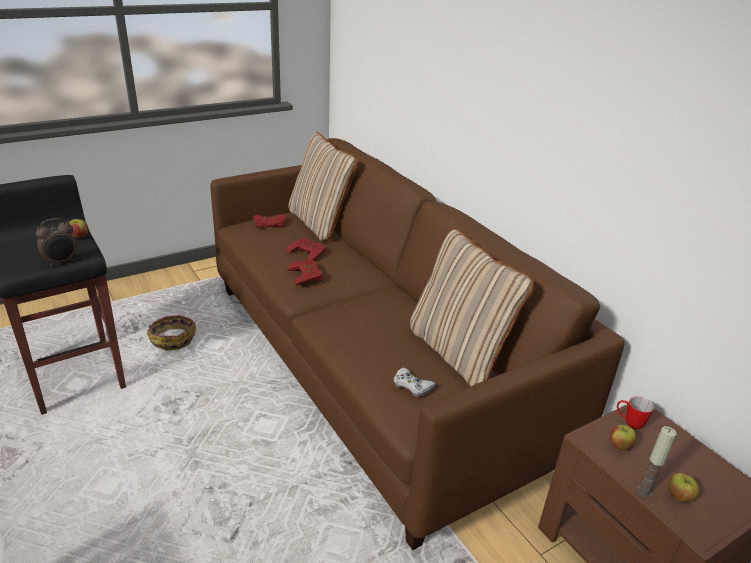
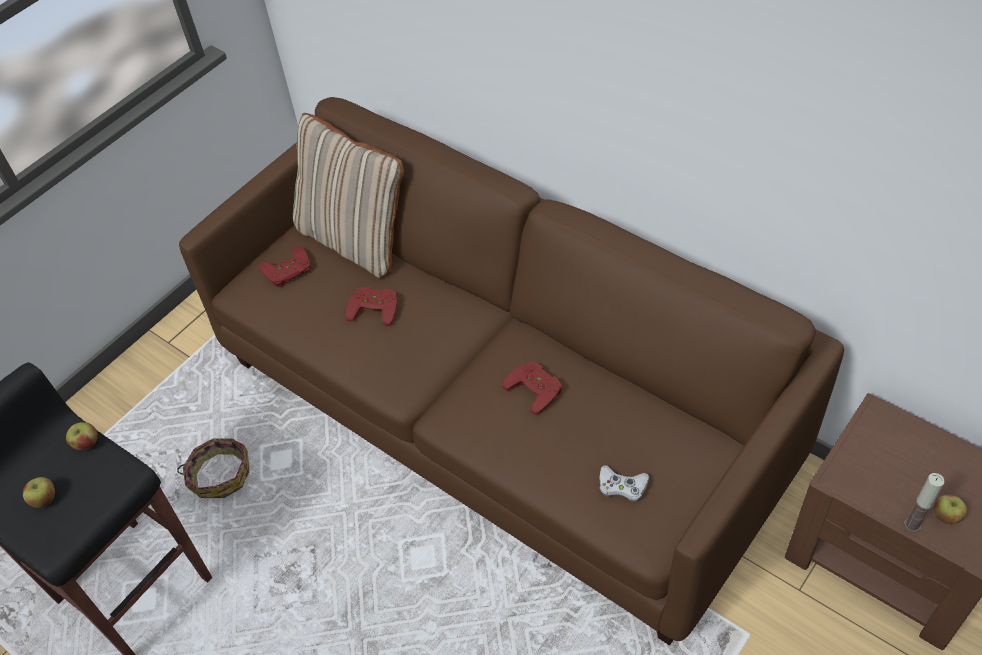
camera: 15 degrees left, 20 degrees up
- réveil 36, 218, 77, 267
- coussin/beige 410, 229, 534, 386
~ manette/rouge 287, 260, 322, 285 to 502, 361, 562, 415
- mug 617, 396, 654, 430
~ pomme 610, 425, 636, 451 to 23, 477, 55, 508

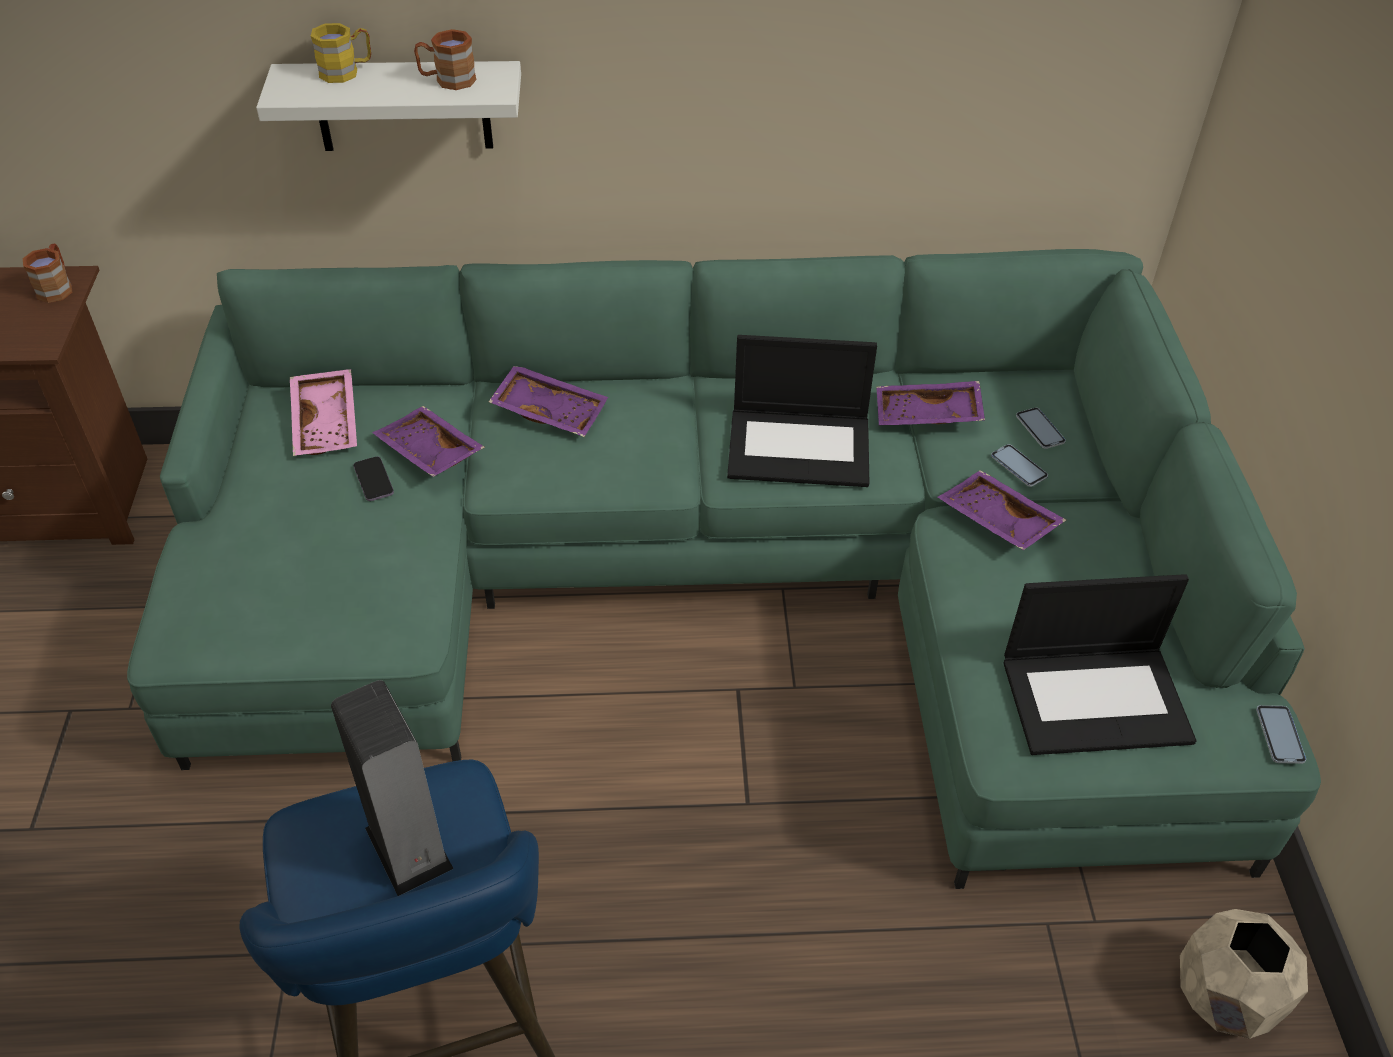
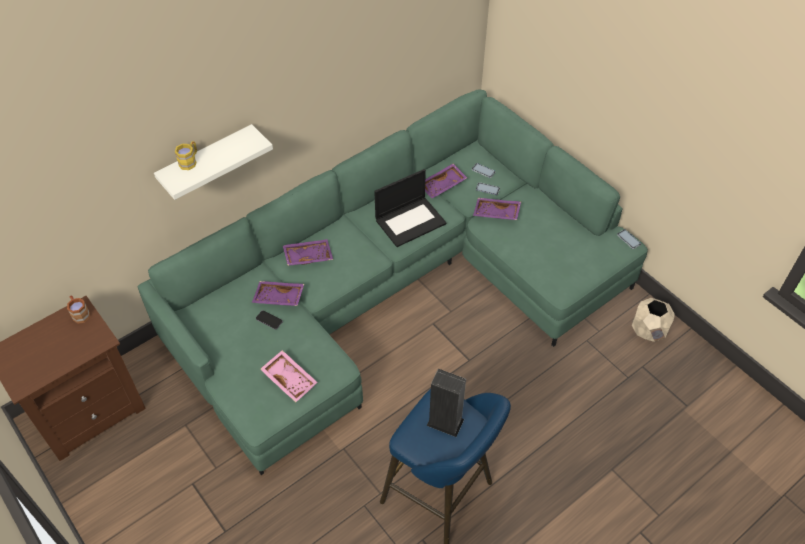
camera: 35 degrees left, 5 degrees up
- mug/marron 414, 29, 477, 90
~ plateau/rose 290, 369, 357, 456 to 260, 350, 318, 402
- ordinateur portable 1003, 574, 1196, 755

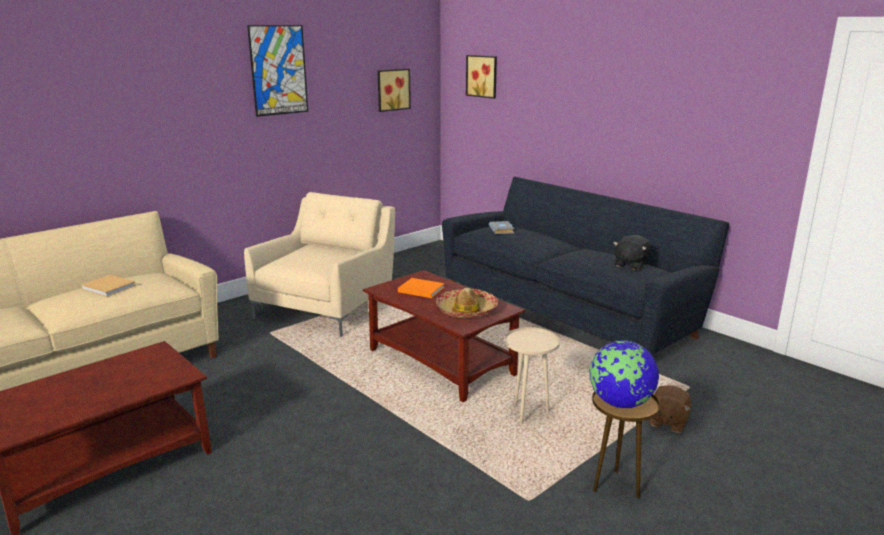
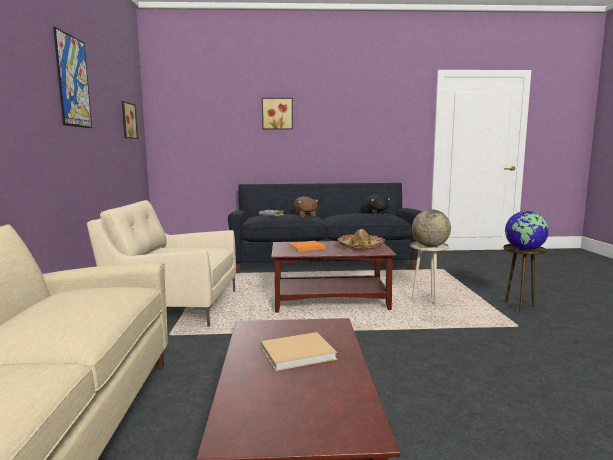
camera: 50 degrees left, 10 degrees down
~ tableau 466, 55, 497, 99 to 262, 98, 293, 129
~ fauteuil/beige 244, 192, 395, 337 = 87, 200, 236, 327 60 degrees counterclockwise
~ livre/beige 81, 275, 136, 297 to 261, 332, 337, 371
~ peluche/marron 649, 385, 691, 433 to 294, 196, 318, 217
+ globe 412, 209, 451, 247

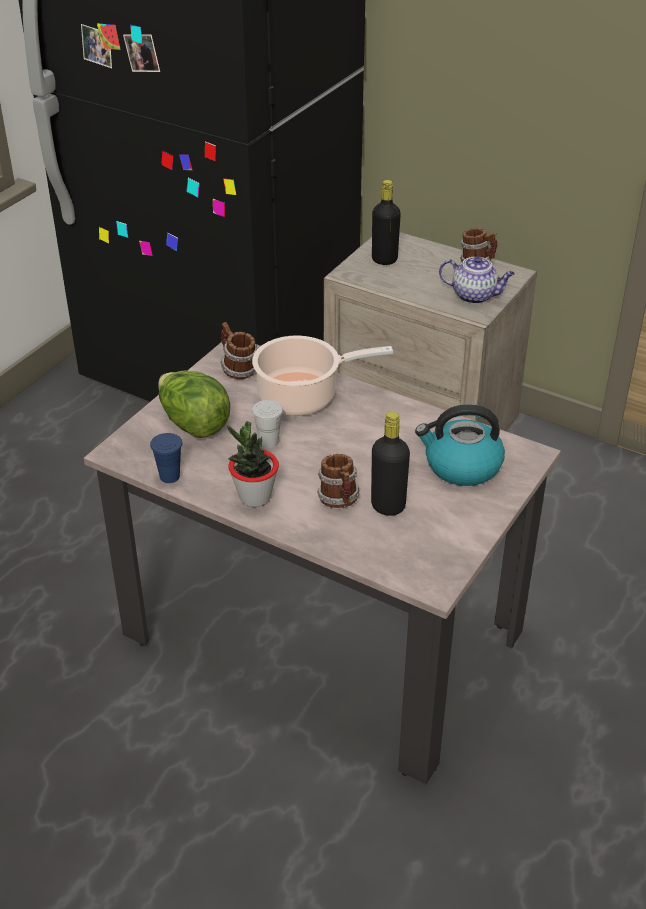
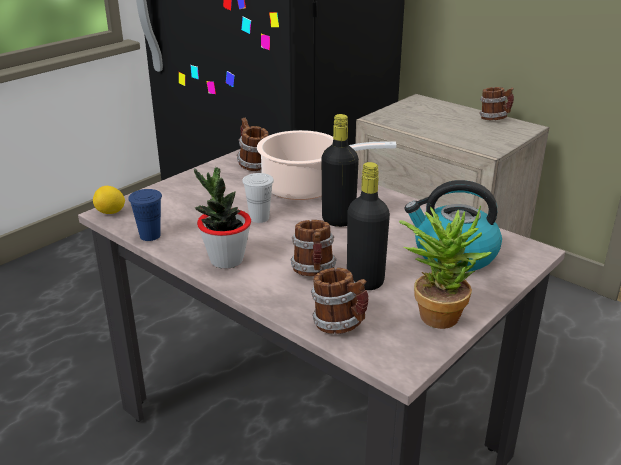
camera: 10 degrees right, 10 degrees down
~ bouteille/noir 372, 180, 401, 265 to 322, 114, 359, 227
- théière 439, 256, 515, 304
- laitue 158, 371, 230, 438
+ citron 93, 186, 125, 214
+ plante en pot 399, 206, 491, 329
+ mug 311, 268, 368, 334

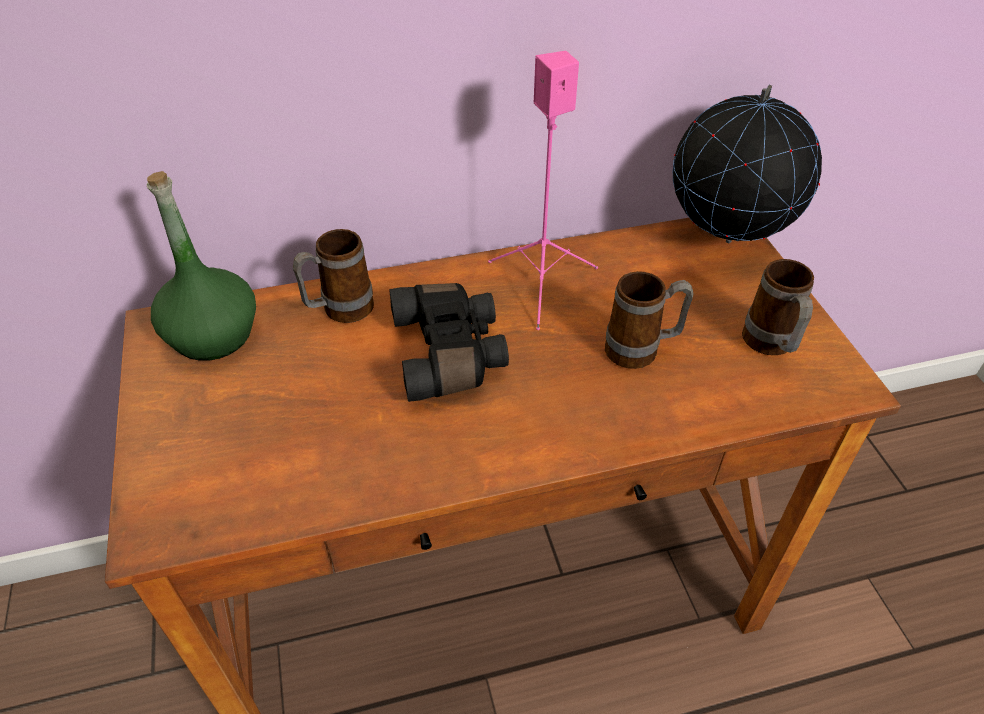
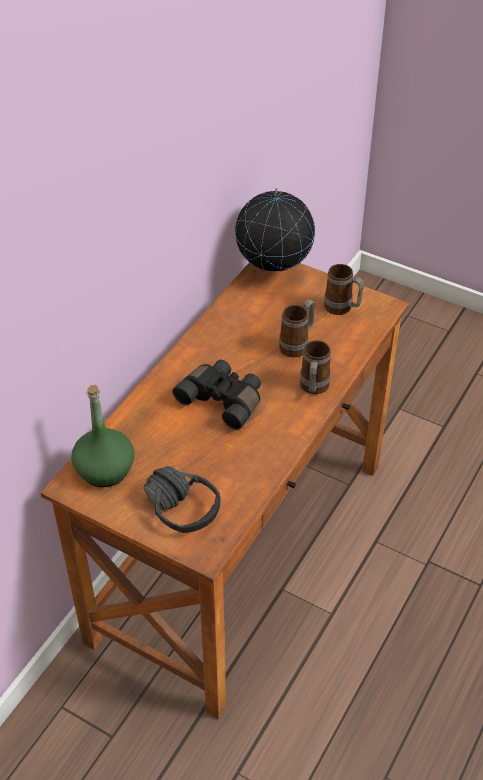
camera: 45 degrees left, 0 degrees up
- enceinte/rose 488, 51, 598, 330
~ mug 293, 229, 374, 323 to 300, 340, 331, 394
+ casque audio/noir 144, 466, 221, 533

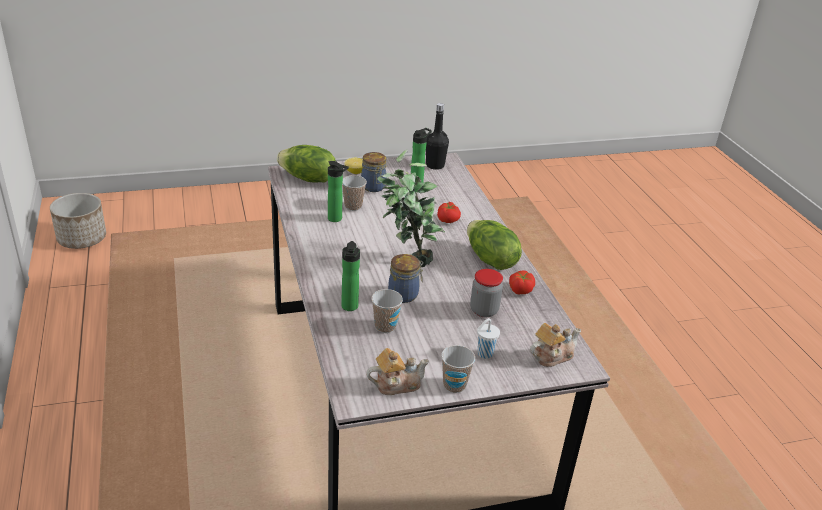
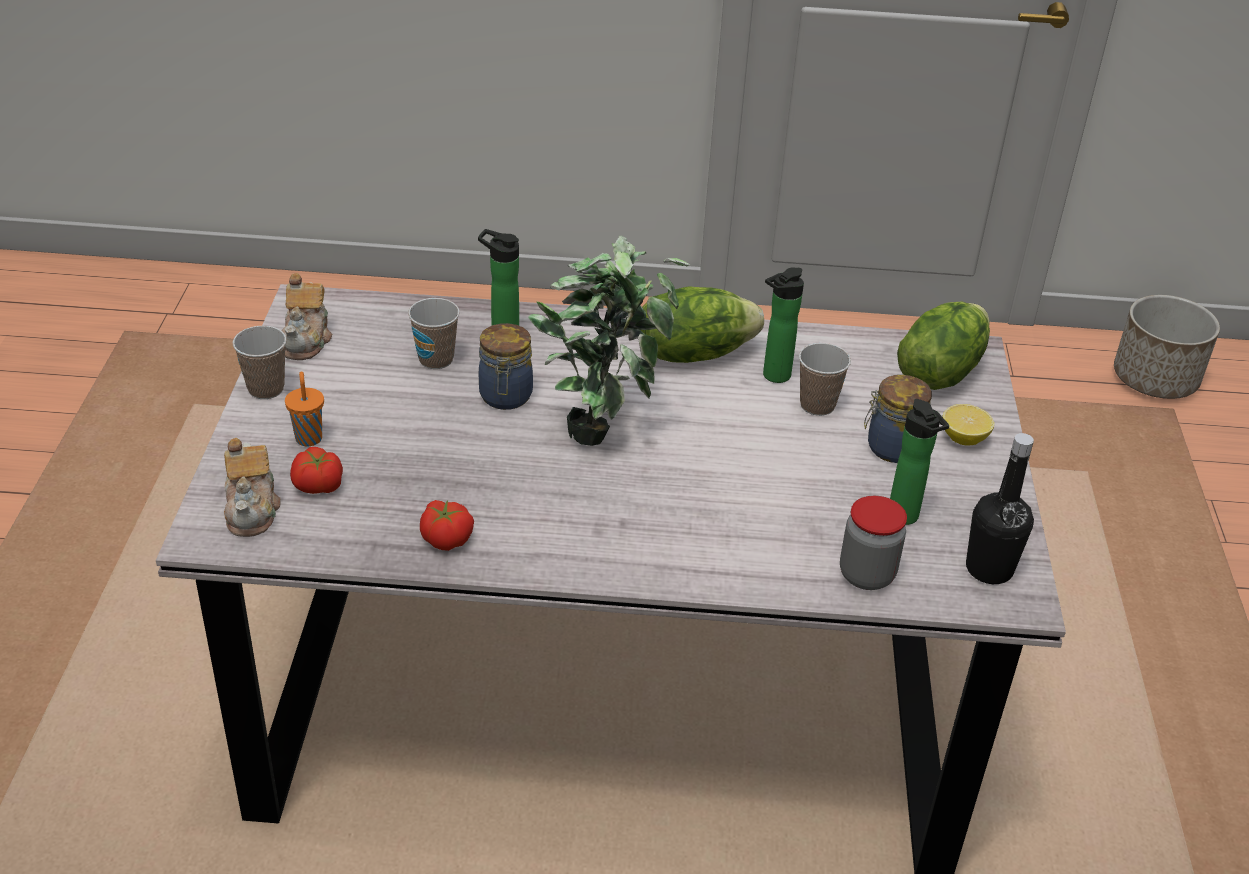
camera: 110 degrees right, 5 degrees up
~ tomate 437, 202, 461, 223 to 290, 447, 343, 494
~ laitue 467, 220, 522, 270 to 641, 287, 764, 363
~ bocal 470, 269, 503, 317 to 840, 496, 907, 590
~ tasse/blanc 477, 318, 500, 359 to tasse/orange 285, 372, 324, 446

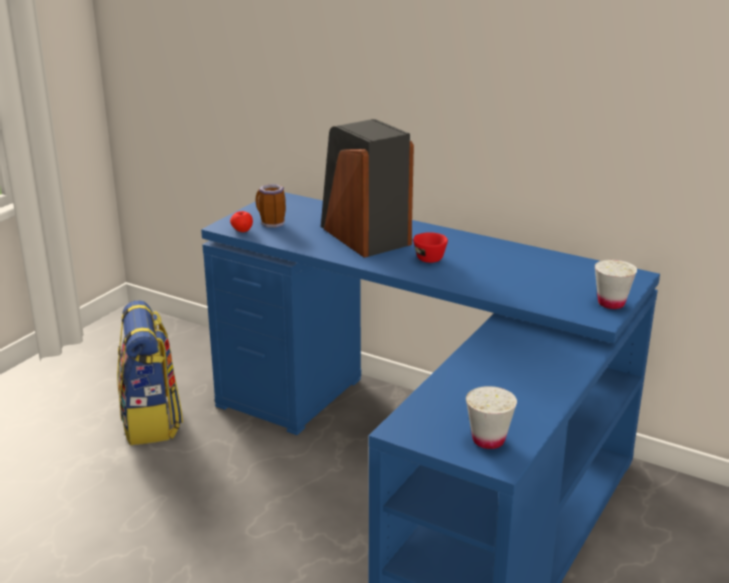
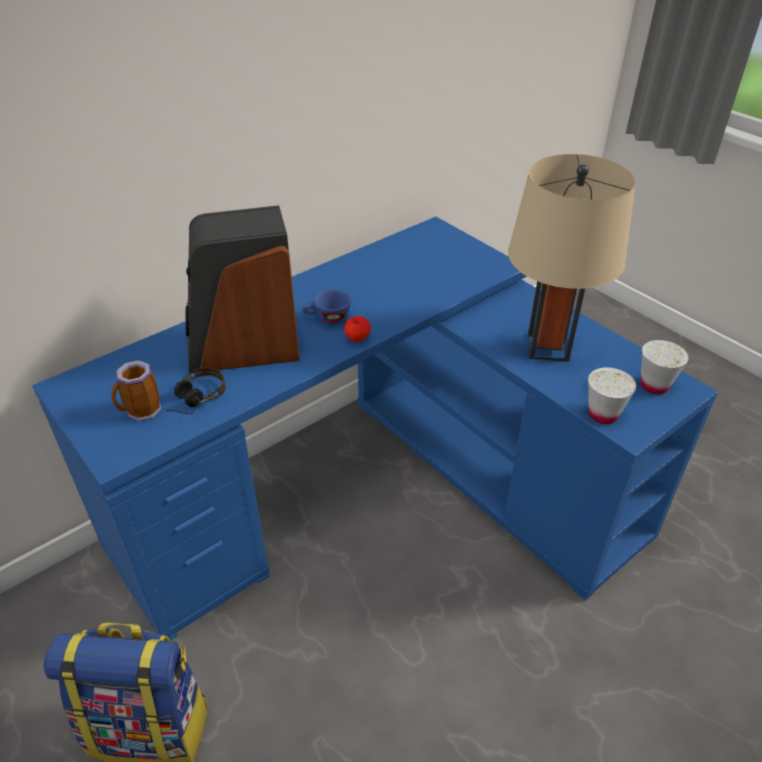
camera: 70 degrees left, 15 degrees up
~ pomme 230, 211, 253, 232 to 344, 316, 371, 342
~ tasse/rouge 413, 232, 448, 263 to tasse/bleu 302, 289, 351, 325
~ tasse/blanc 595, 259, 637, 309 to 588, 367, 636, 424
+ lampe de table/beige 508, 154, 636, 362
+ casque audio 166, 367, 226, 414

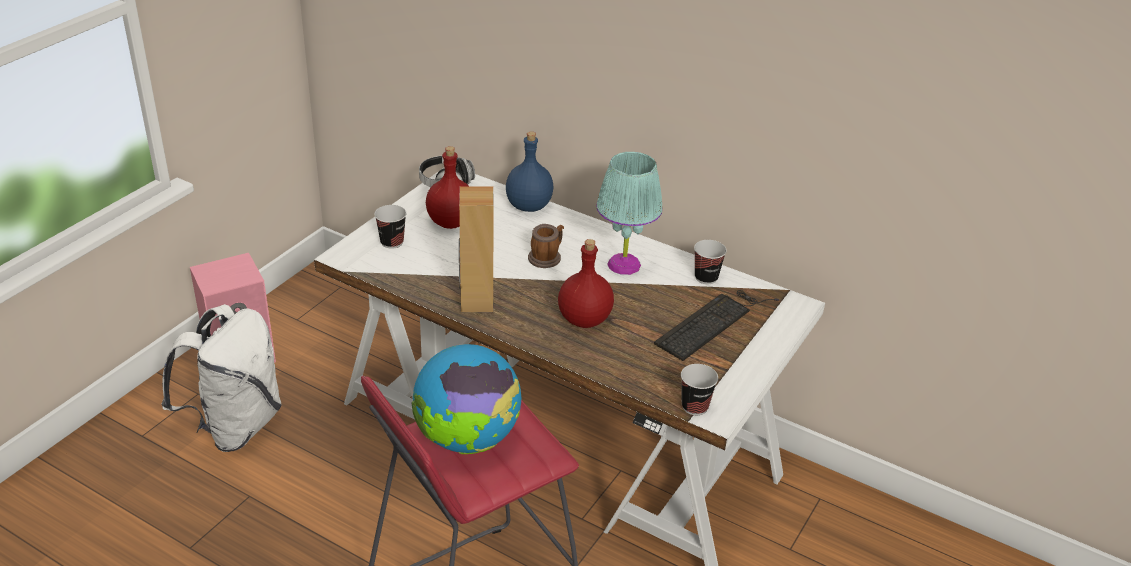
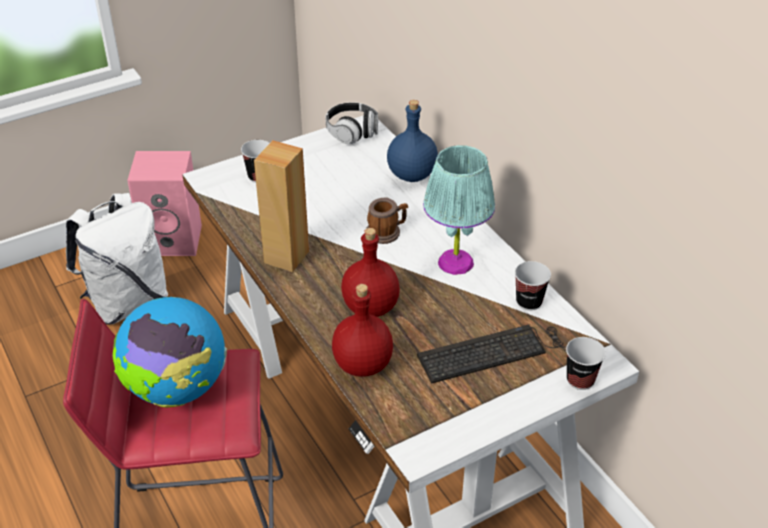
camera: 30 degrees right, 5 degrees up
~ bouteille/rouge 426, 146, 468, 229 to 332, 284, 393, 377
~ tasse 681, 364, 718, 415 to 566, 337, 606, 390

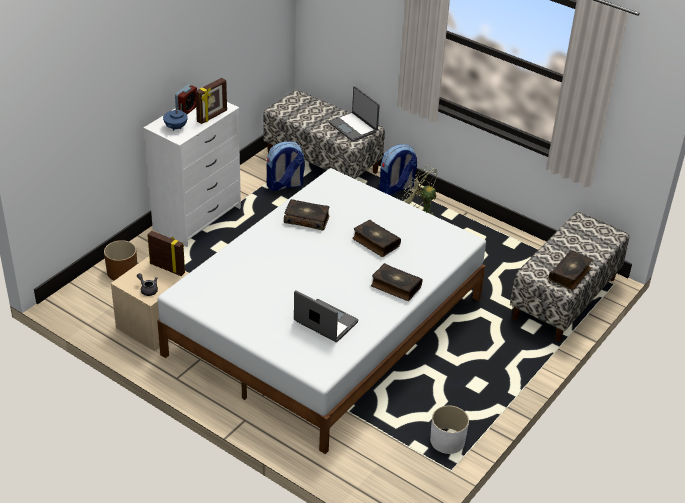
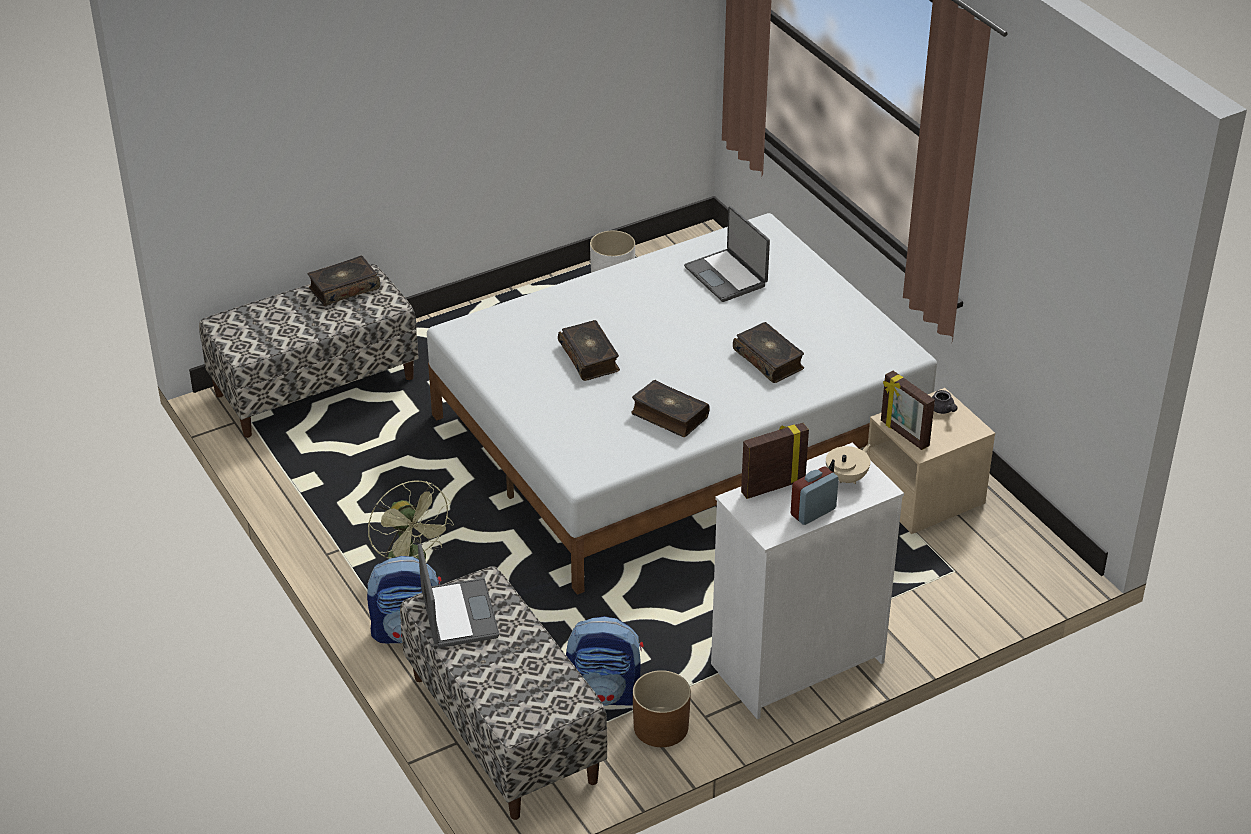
camera: 155 degrees left, 0 degrees up
~ théière/bleu 163, 103, 188, 131 to théière/beige 826, 444, 870, 484
~ cache-pot/marron 104, 240, 137, 281 to 633, 670, 691, 747
~ livre 371, 263, 423, 301 to 733, 322, 804, 383

